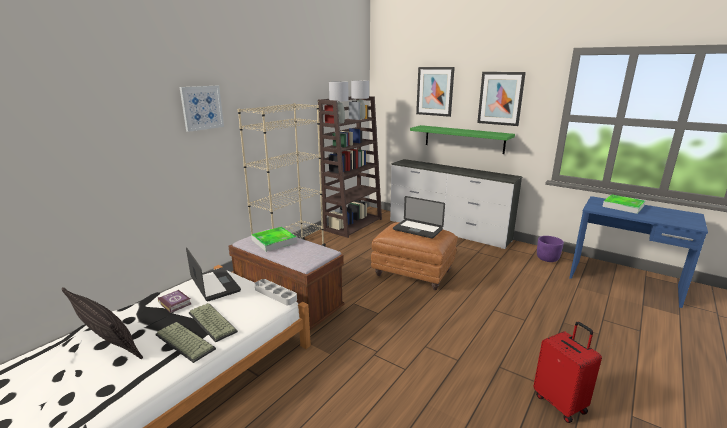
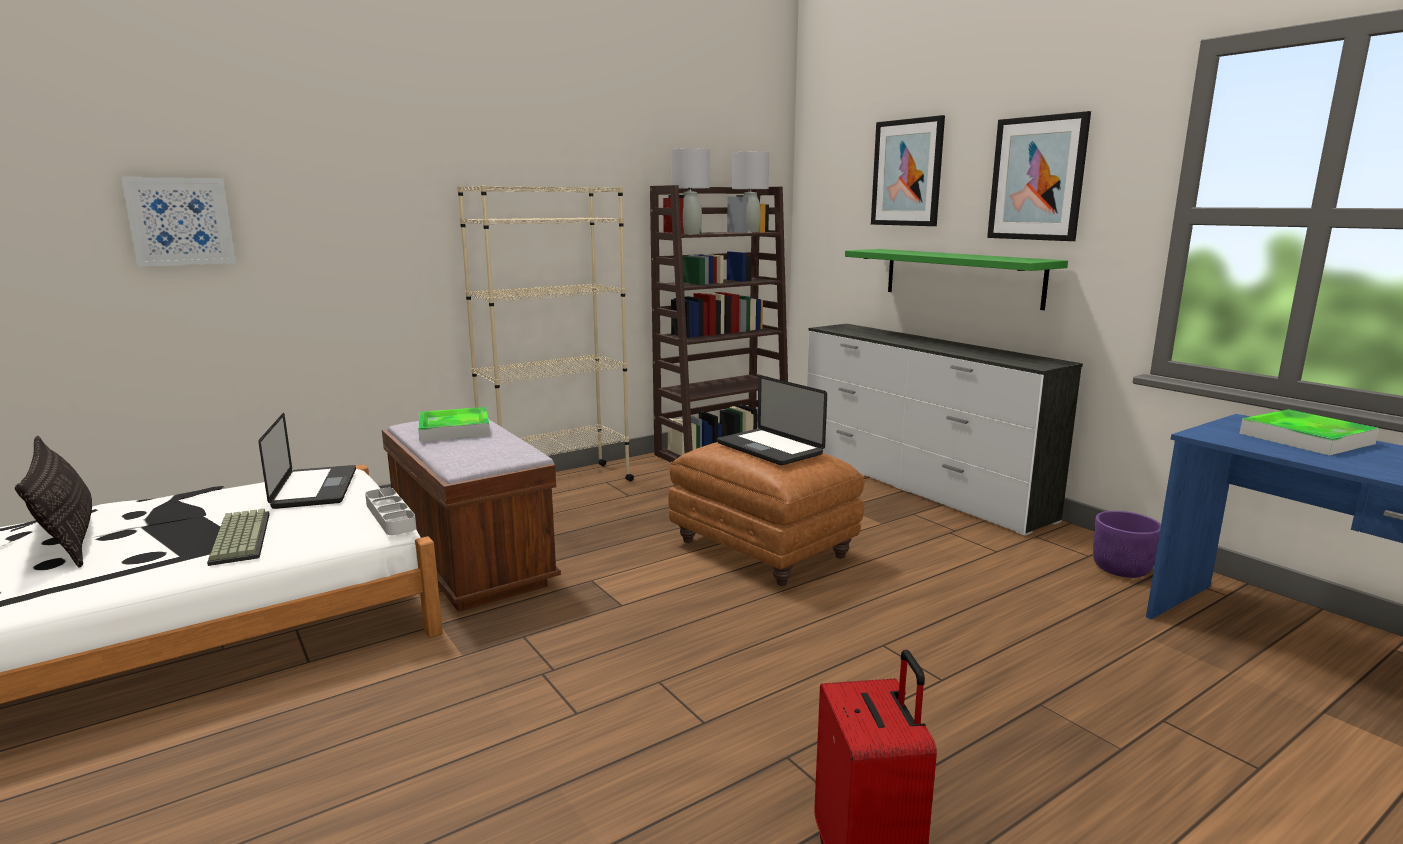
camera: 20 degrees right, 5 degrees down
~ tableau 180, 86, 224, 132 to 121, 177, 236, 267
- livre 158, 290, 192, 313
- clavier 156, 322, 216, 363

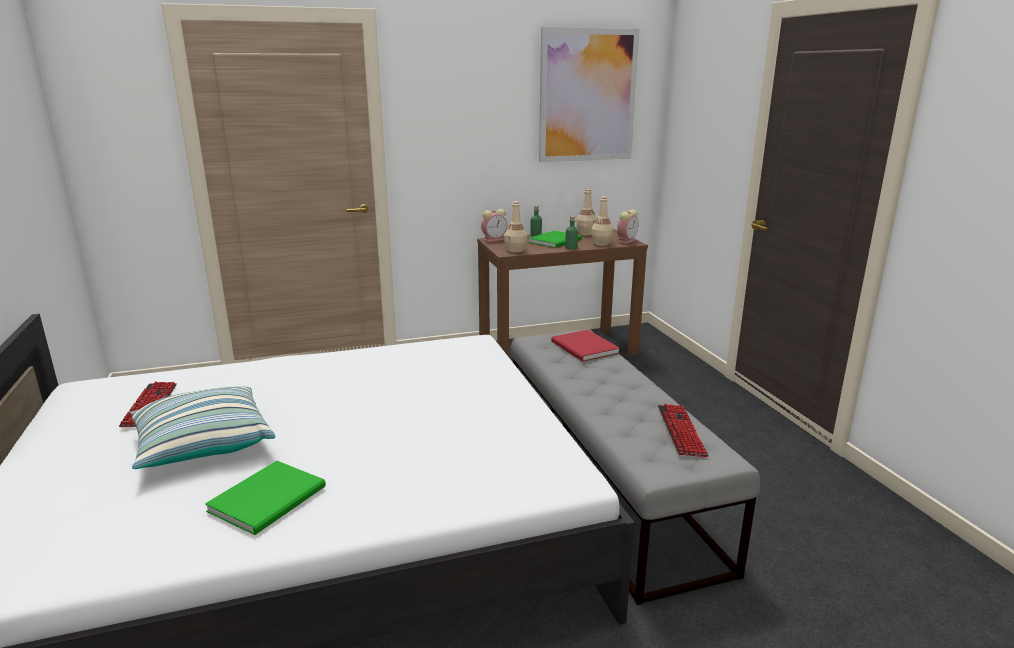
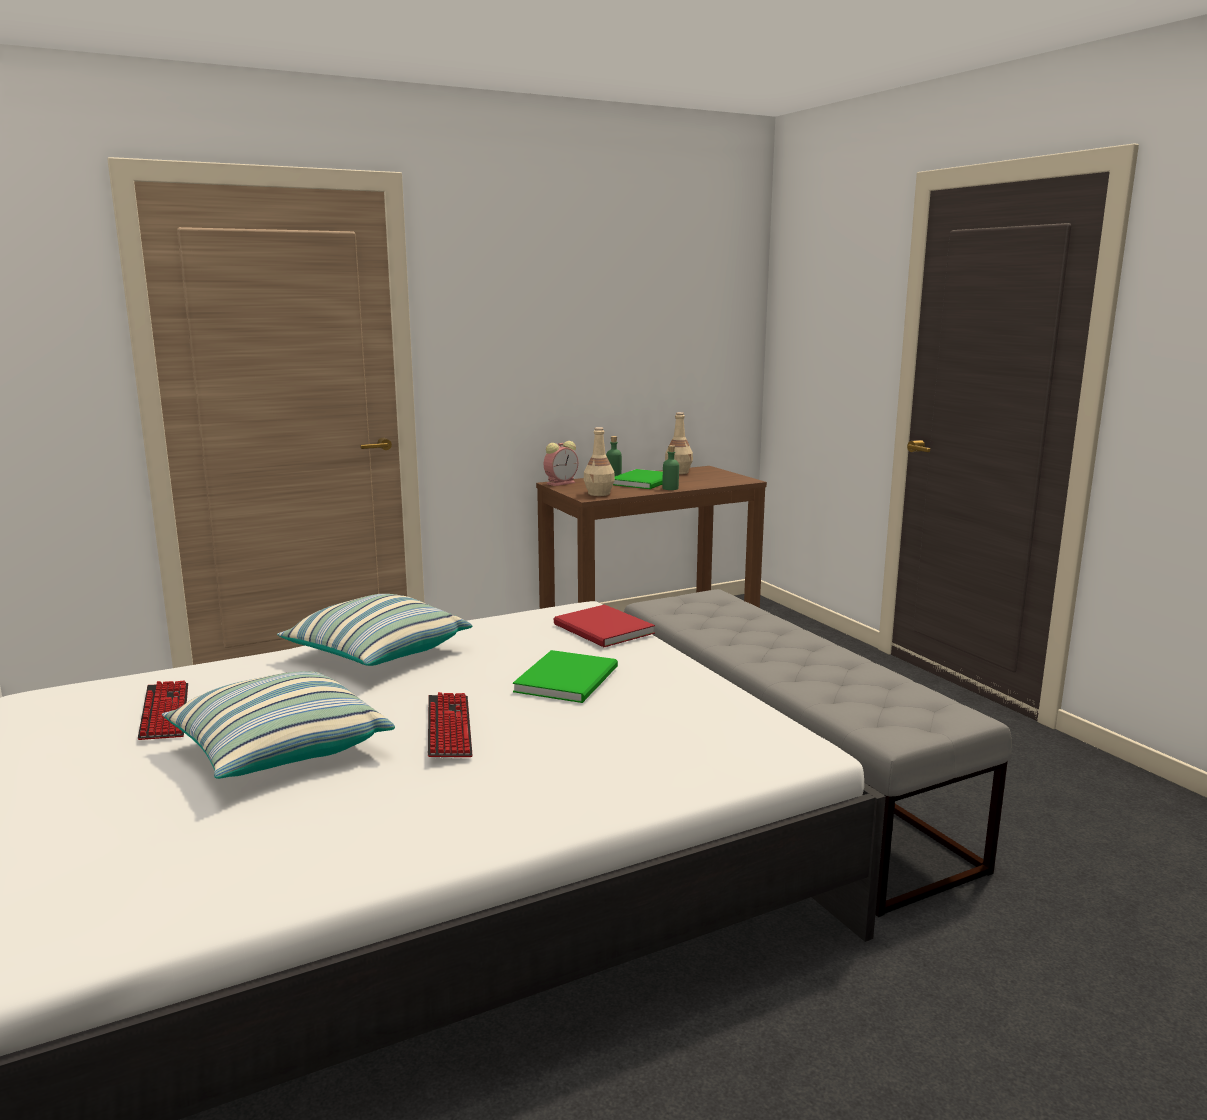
camera: 10 degrees left, 5 degrees down
- tableau 539, 27, 639, 162
- bouteille/beige 591, 196, 613, 246
- réveil 617, 210, 639, 244
~ livre/rouge 551, 330, 620, 362 to 554, 604, 655, 647
~ clavier 658, 404, 709, 457 to 428, 692, 473, 757
~ livre/vert 205, 461, 326, 535 to 513, 650, 618, 703
+ coussin 277, 594, 472, 666

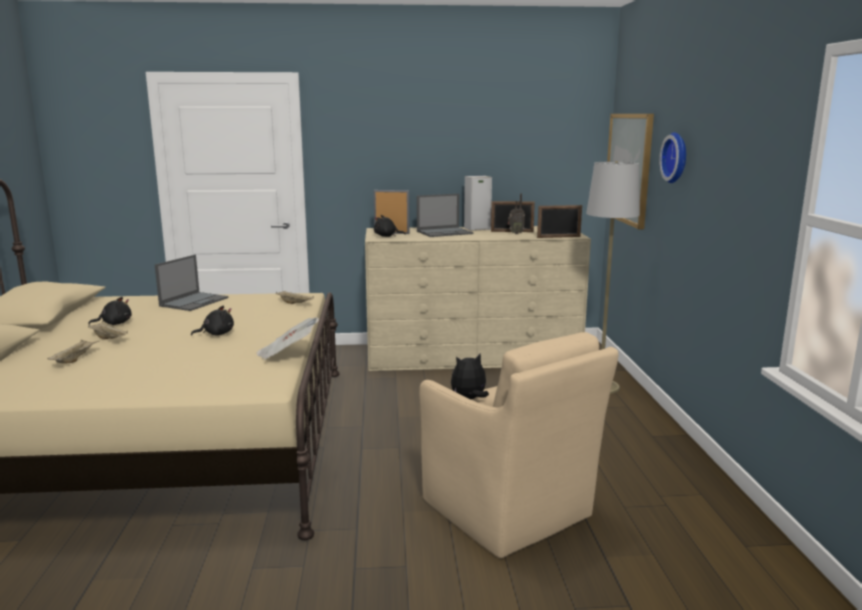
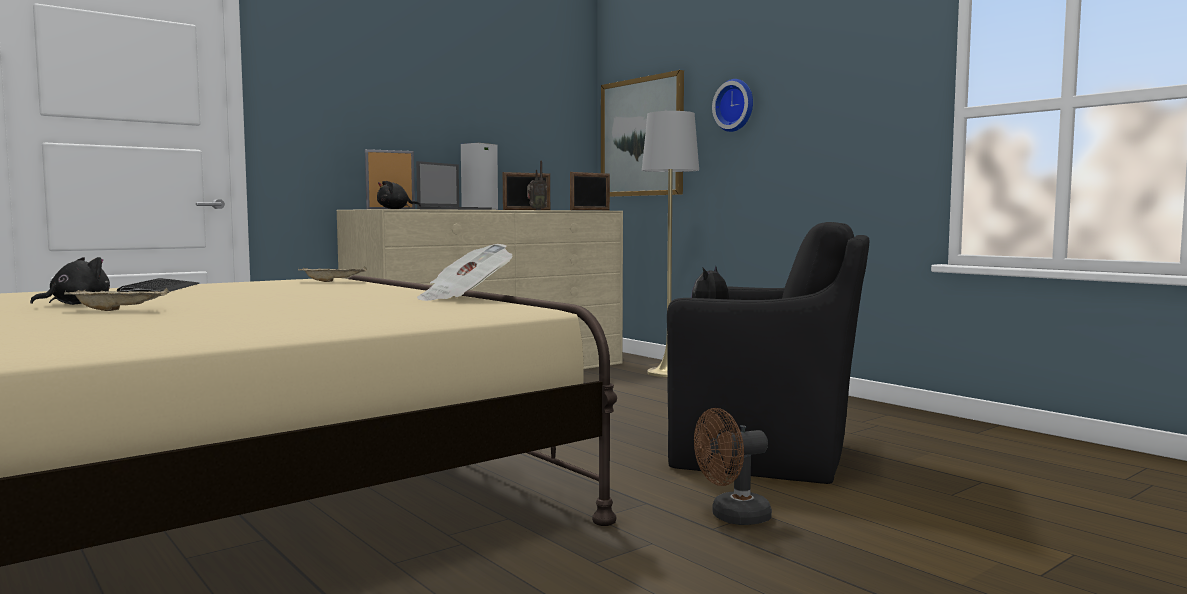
camera: 35 degrees left, 10 degrees down
~ ordinateur portable 155, 255, 229, 311 to clavier 117, 278, 200, 292
- peluche/noir 191, 306, 234, 336
~ fauteuil/beige 419, 332, 619, 558 to fauteuil/noir 667, 222, 869, 484
- plateau/beige 47, 339, 99, 363
+ ventilateur/marron 694, 408, 772, 525

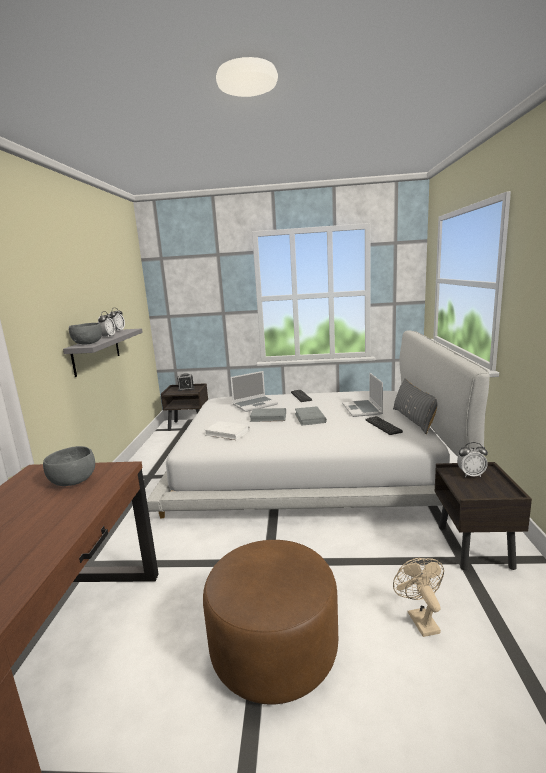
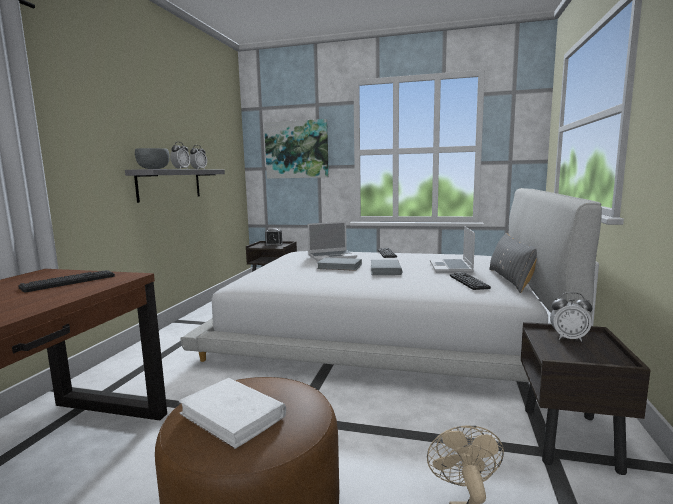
camera: 10 degrees right, 5 degrees down
~ livre/blanc 205, 421, 250, 440 to 178, 378, 286, 449
~ bol/gris 43, 446, 95, 486 to clavier 18, 270, 115, 293
+ tableau 264, 119, 329, 179

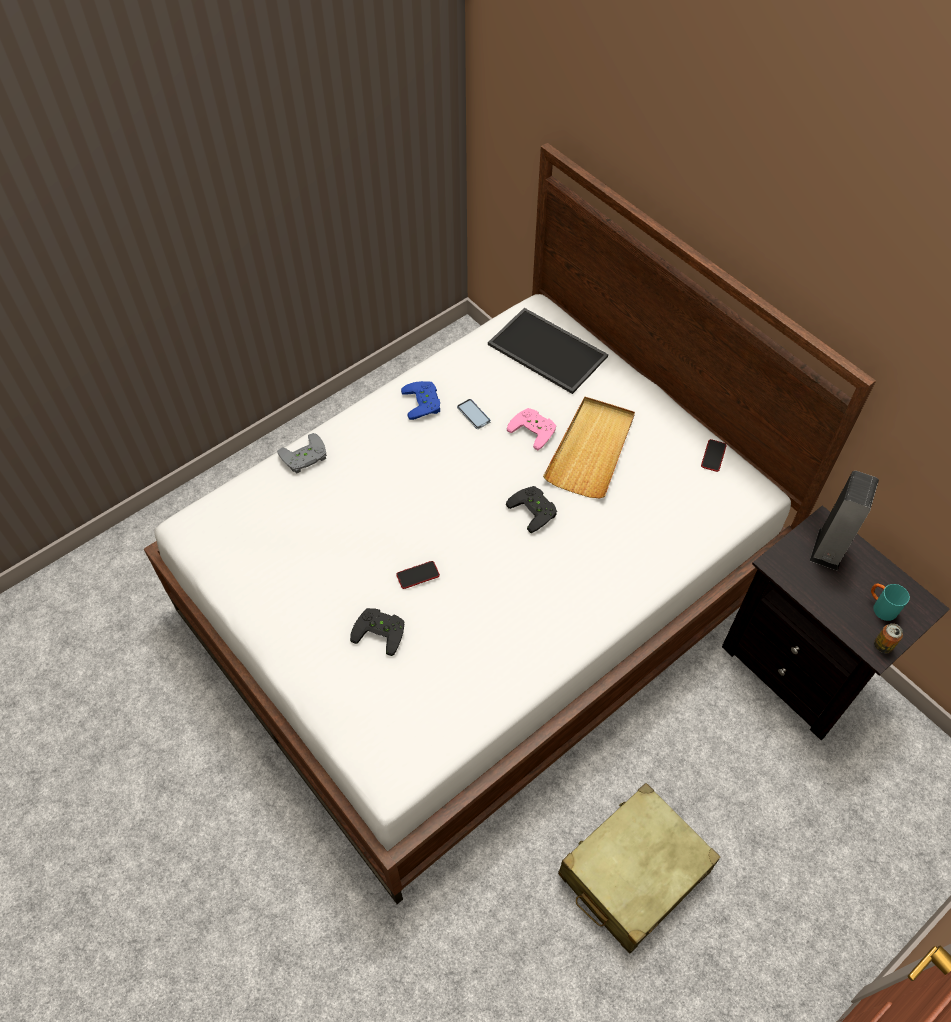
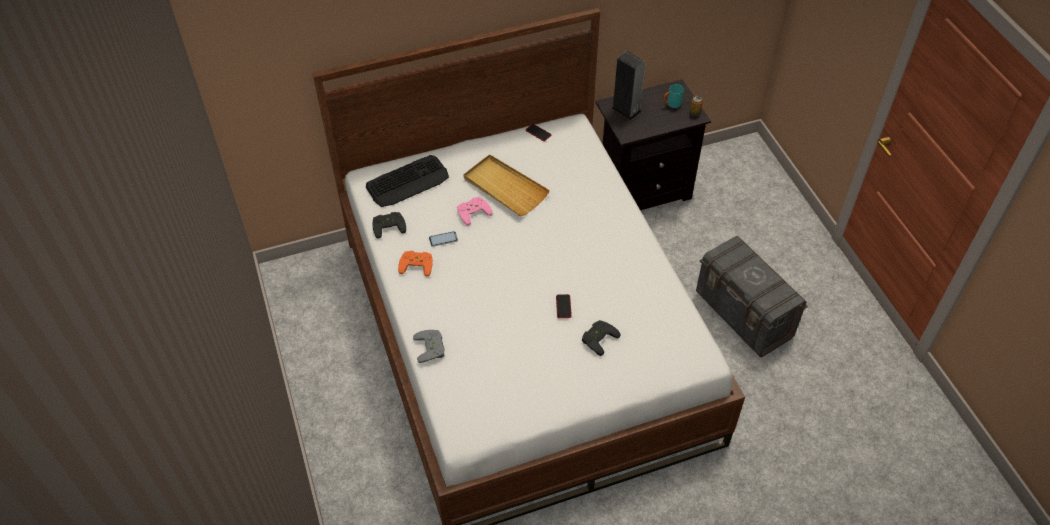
camera: 70 degrees left, 5 degrees down
~ plateau 488, 308, 608, 394 to clavier 366, 155, 449, 207
~ manette/bleu 401, 381, 440, 420 to manette/orange 398, 251, 433, 277
~ manette/noir 506, 486, 557, 533 to 372, 212, 406, 239
~ valise/beige 558, 783, 720, 953 to boîte de rangement/gris 696, 236, 808, 357

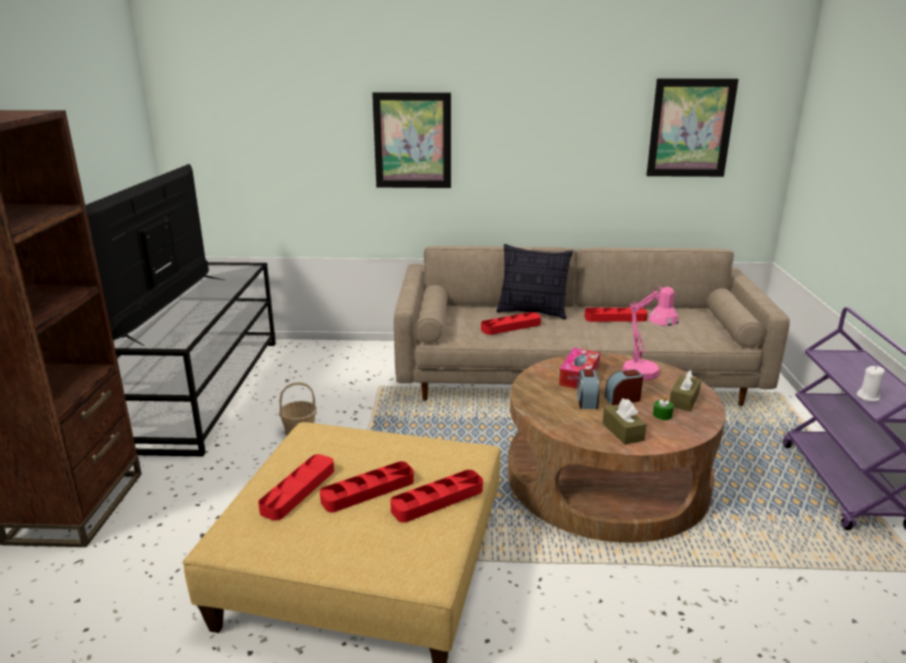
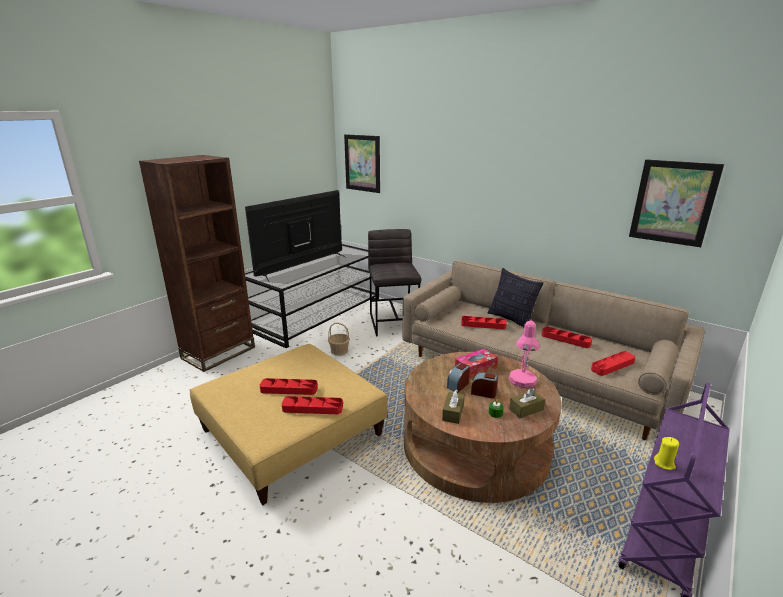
camera: 35 degrees right, 0 degrees up
~ tableau 372, 92, 451, 188 to 344, 134, 380, 193
~ bougie/blanc 856, 366, 885, 402 to bougie/jaune 654, 437, 679, 470
~ plateau/rouge 258, 454, 334, 520 to 591, 351, 636, 376
+ tabouret/gris 368, 229, 421, 336

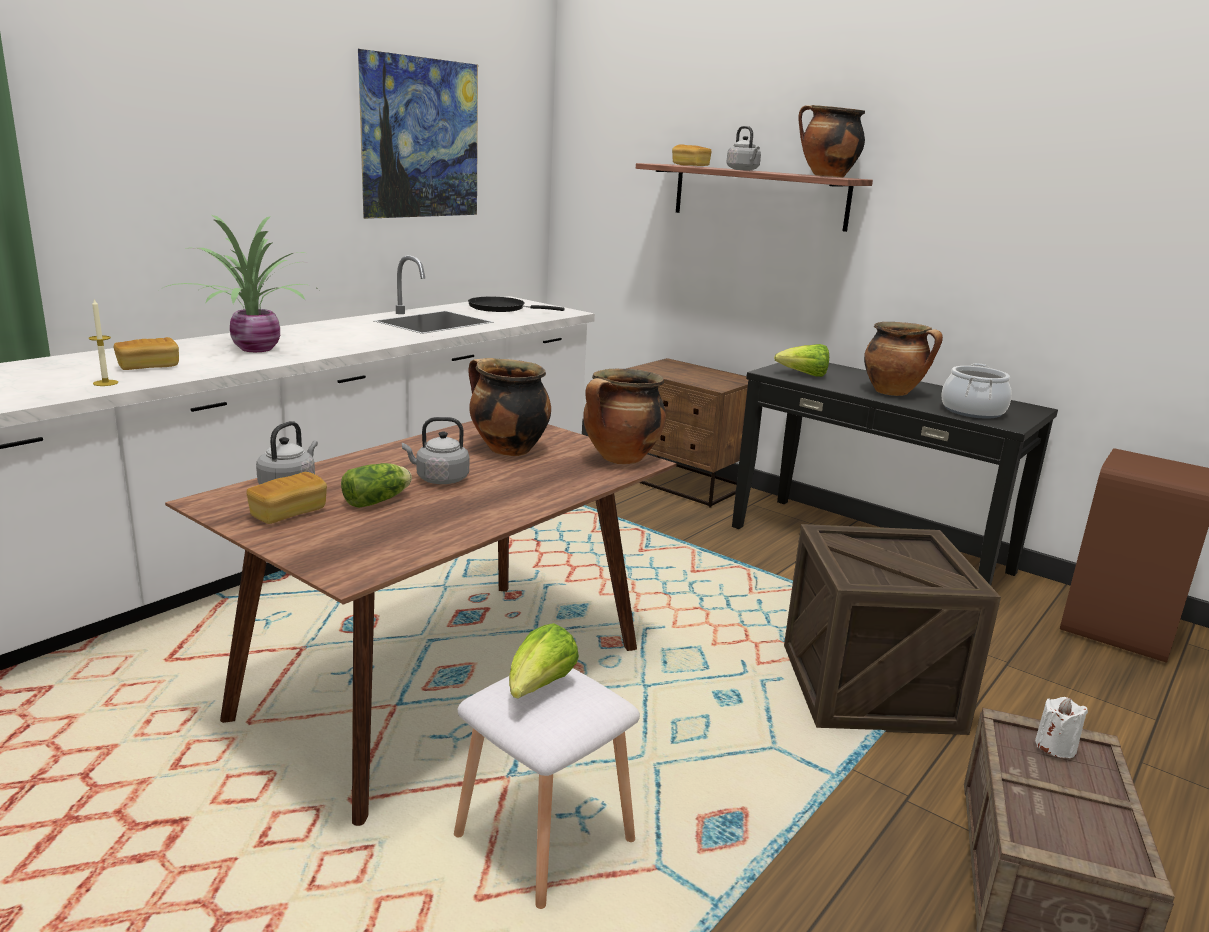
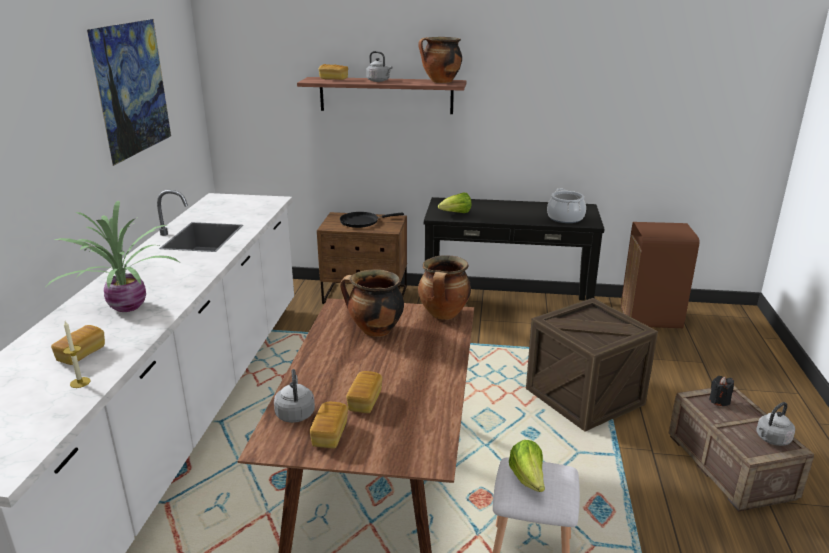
camera: 30 degrees left, 5 degrees up
~ poêle/noir 468, 297, 565, 312 to 340, 212, 404, 228
- marmite 864, 322, 943, 396
~ bouilloire/gris 402, 417, 469, 484 to 756, 402, 795, 446
~ laitue 341, 463, 412, 508 to pain 346, 371, 383, 413
~ bougie/blanc 1035, 697, 1088, 758 to bougie/noir 709, 376, 734, 406

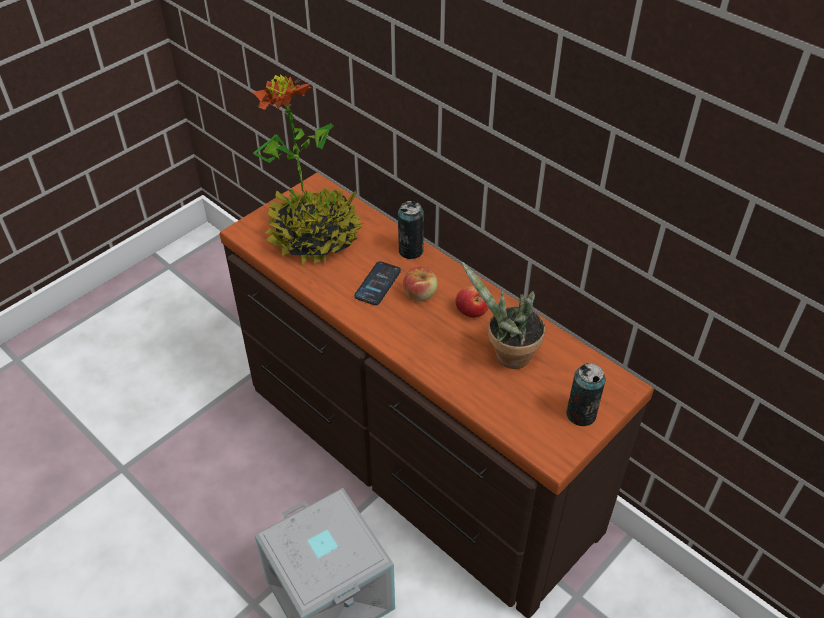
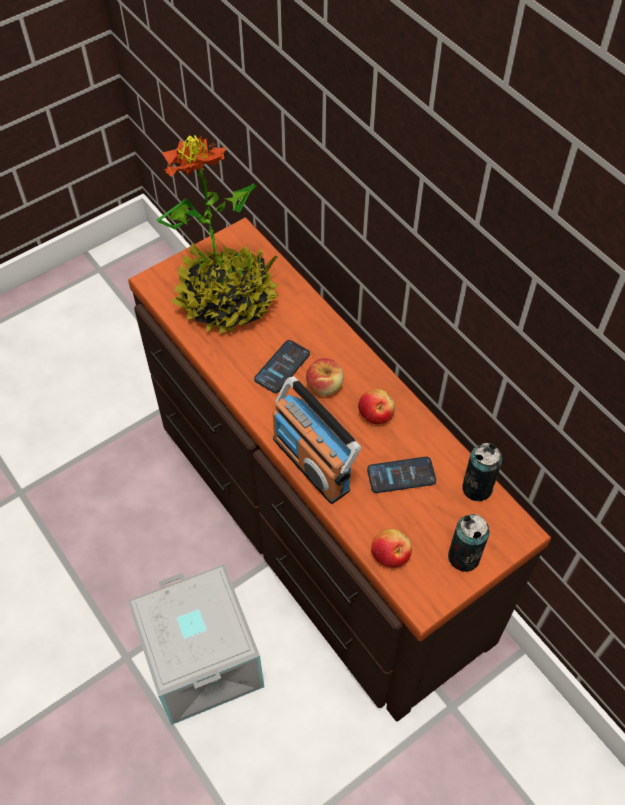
camera: 10 degrees right, 10 degrees up
~ boîte métallique 398, 201, 424, 259 to 462, 443, 502, 501
~ plante en pot 462, 262, 545, 369 to téléphone 367, 457, 436, 493
+ radio 273, 376, 361, 504
+ pomme 371, 529, 412, 568

